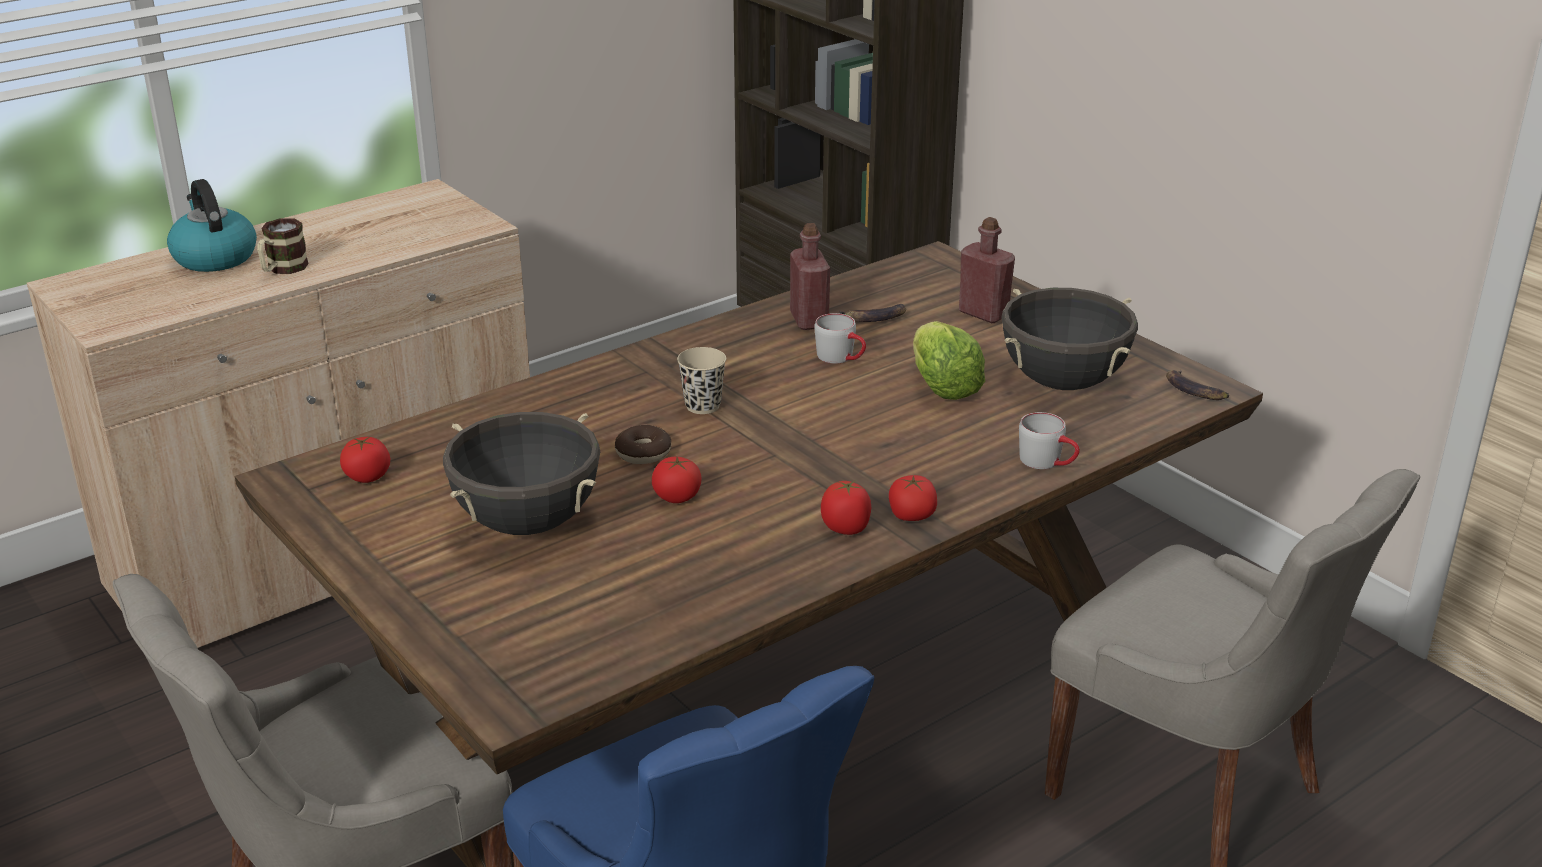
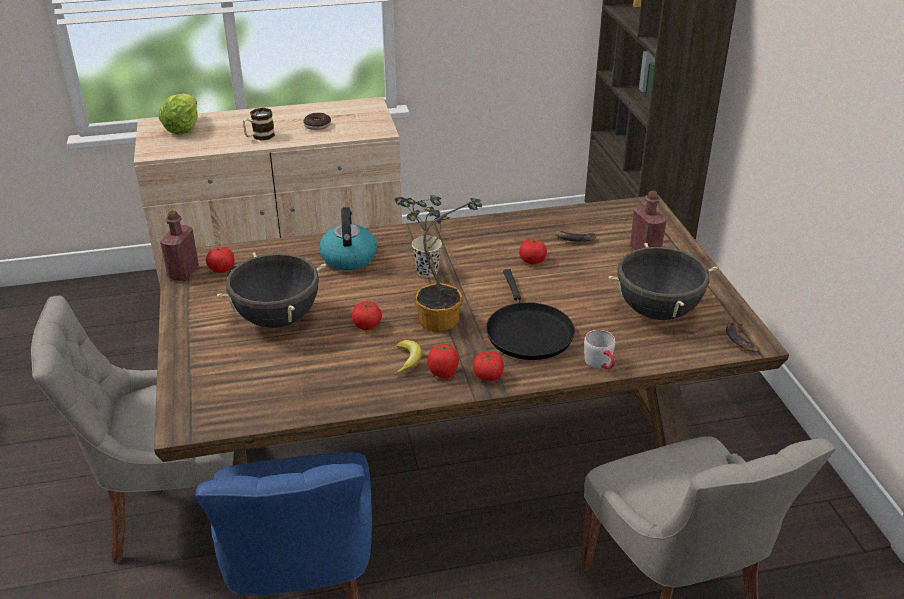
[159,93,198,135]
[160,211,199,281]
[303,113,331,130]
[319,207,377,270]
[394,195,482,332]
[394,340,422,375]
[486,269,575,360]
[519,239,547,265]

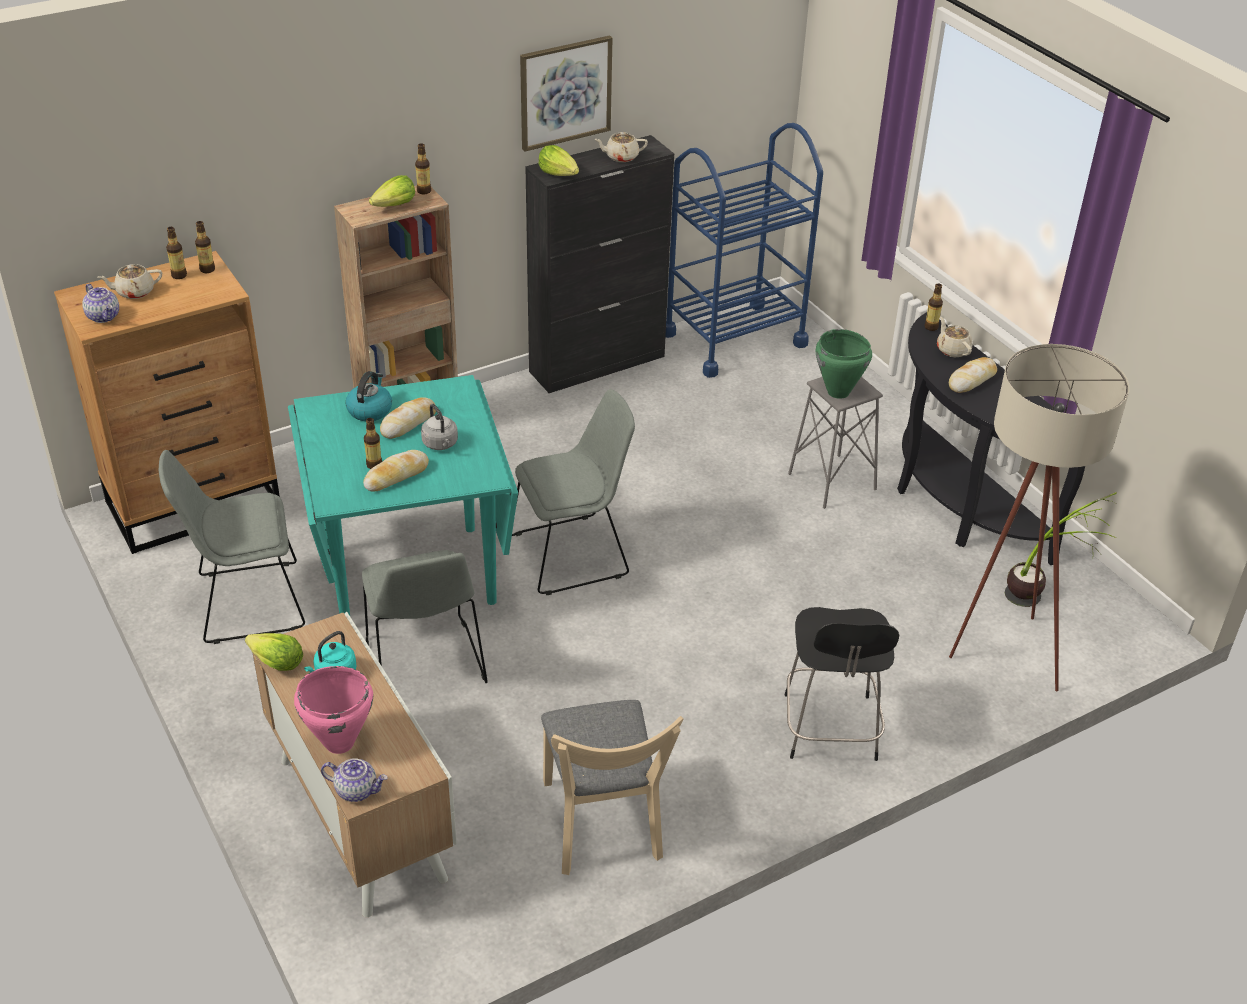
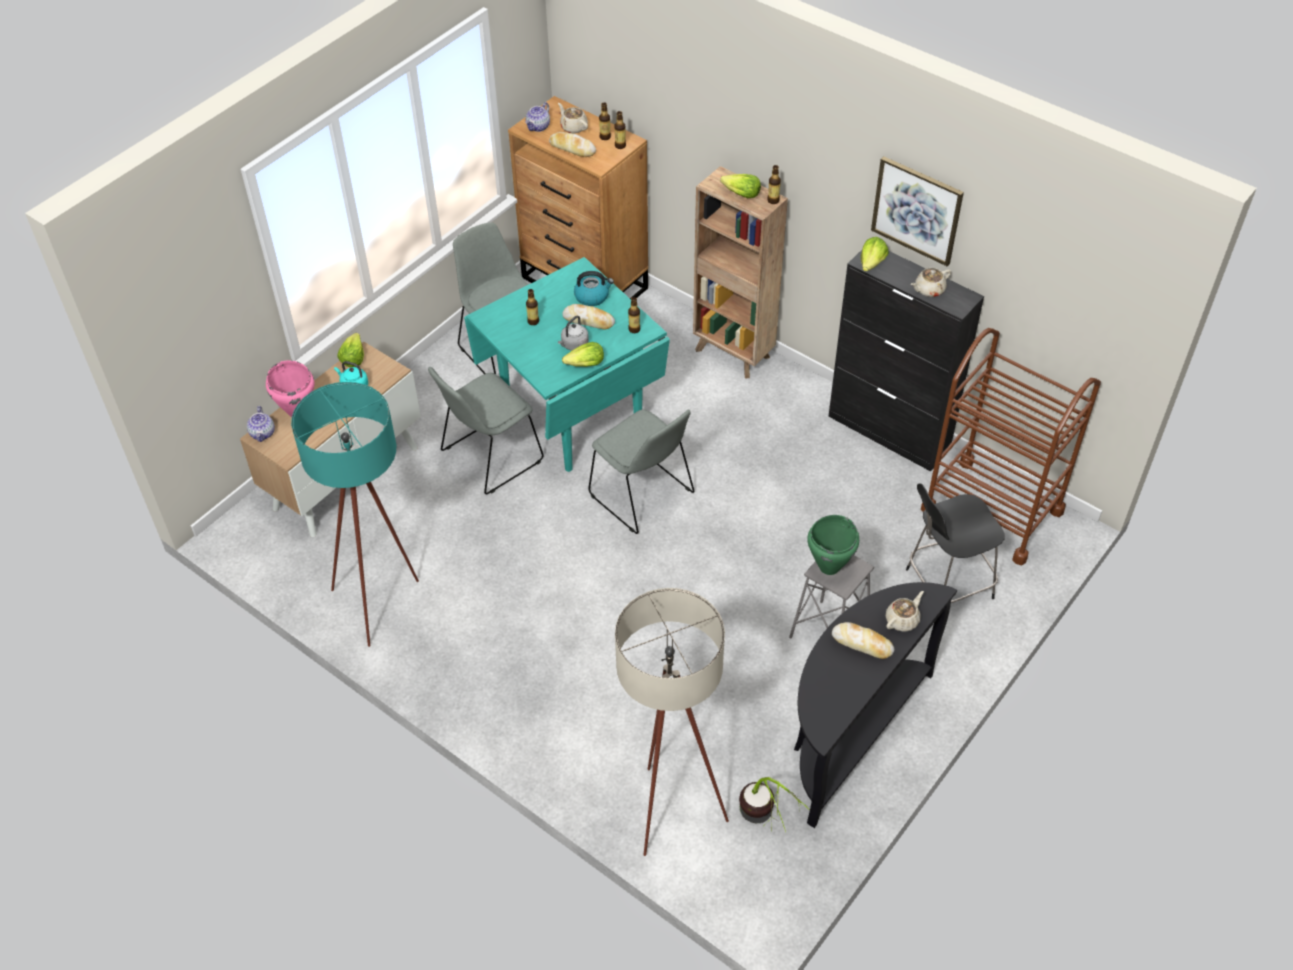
[291,382,419,647]
[549,132,596,157]
[562,342,604,367]
[628,297,640,333]
[906,484,1005,603]
[911,268,951,297]
[921,328,1101,565]

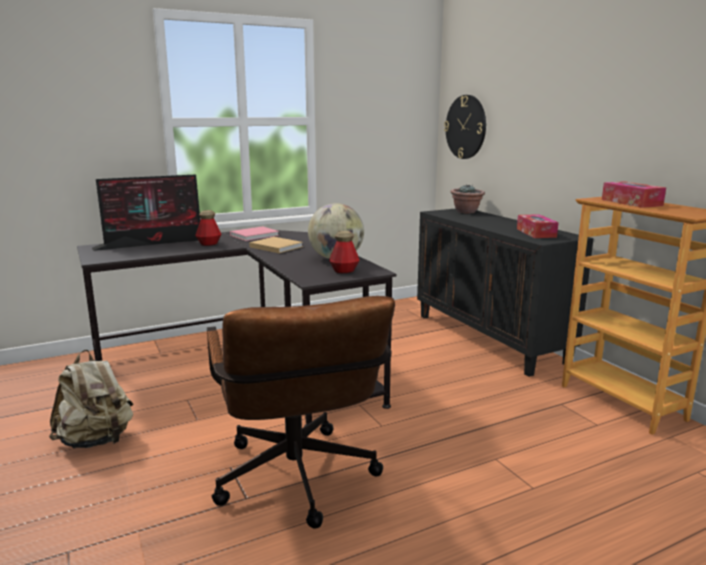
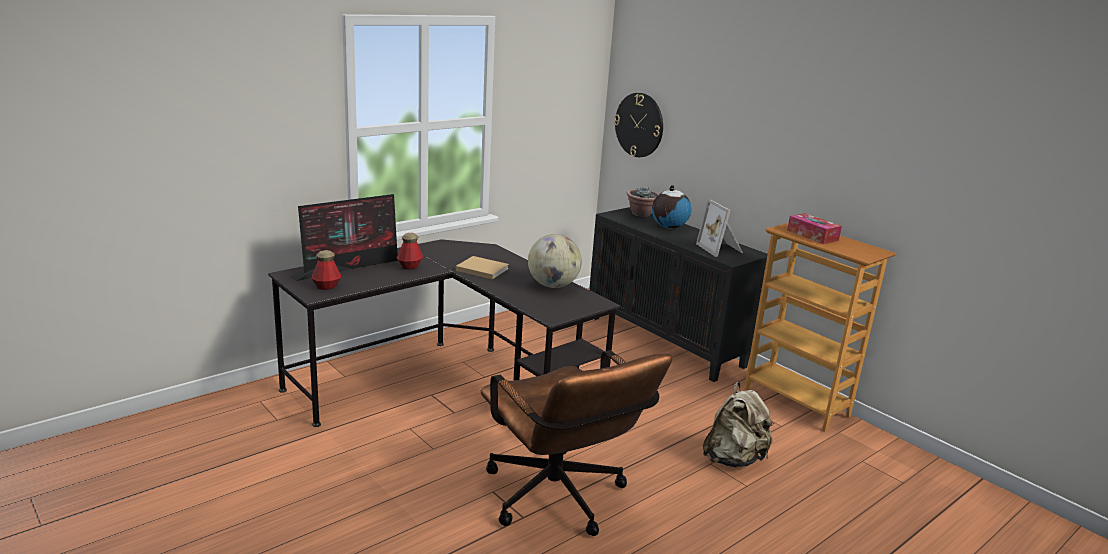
[312,250,341,290]
[652,185,691,229]
[696,199,743,257]
[703,382,775,467]
[230,226,279,241] (first image)

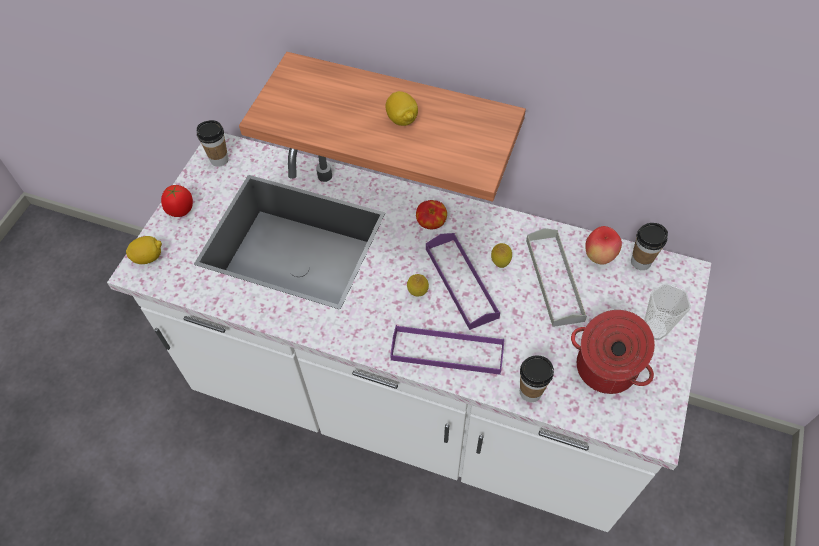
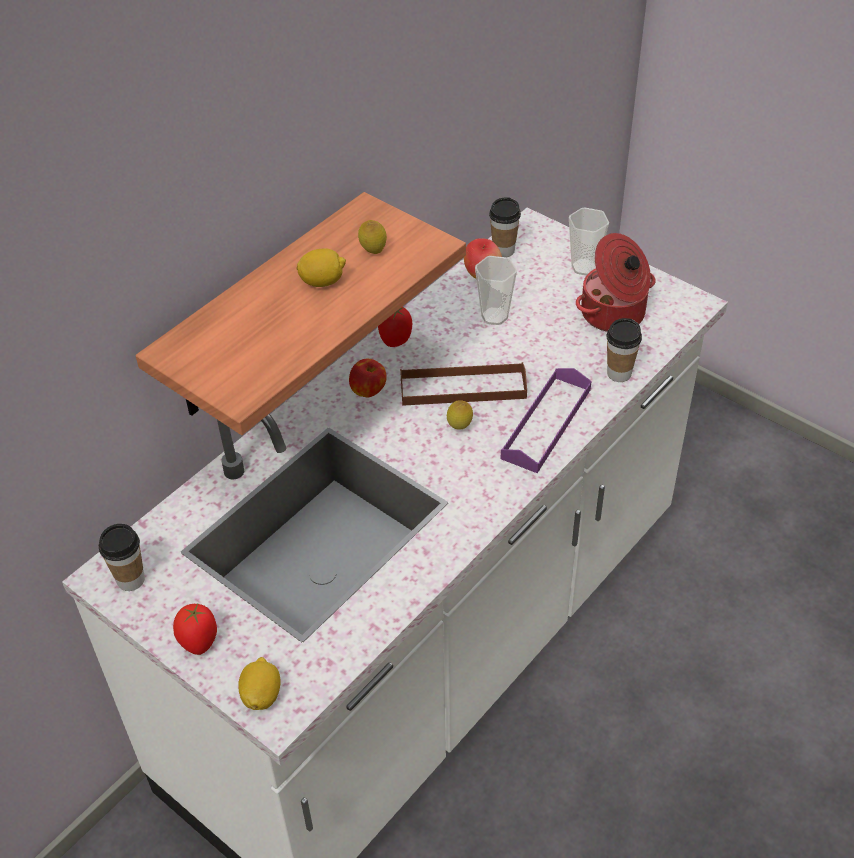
[358,220,387,254]
[378,307,412,347]
[400,362,527,406]
[475,256,517,325]

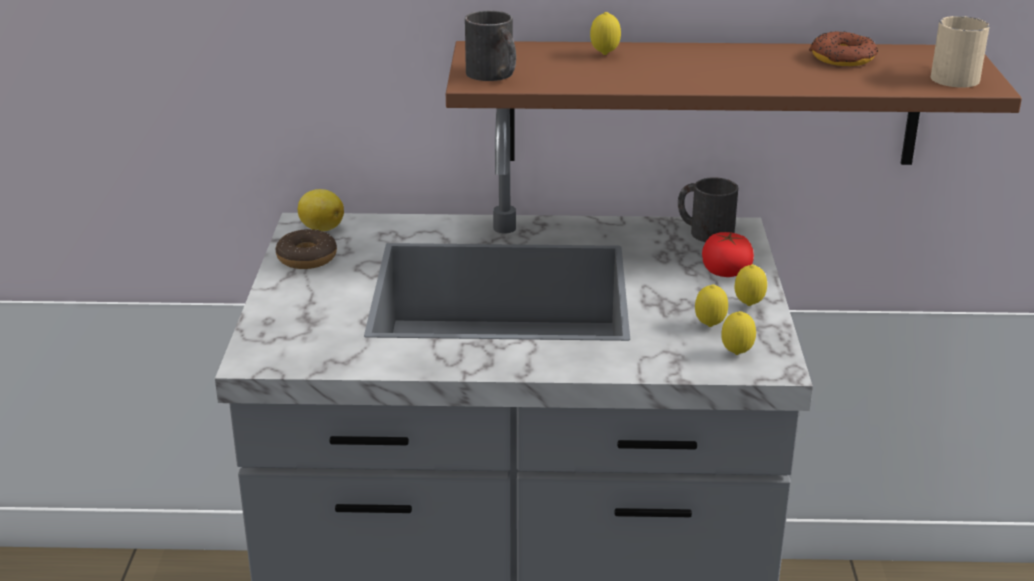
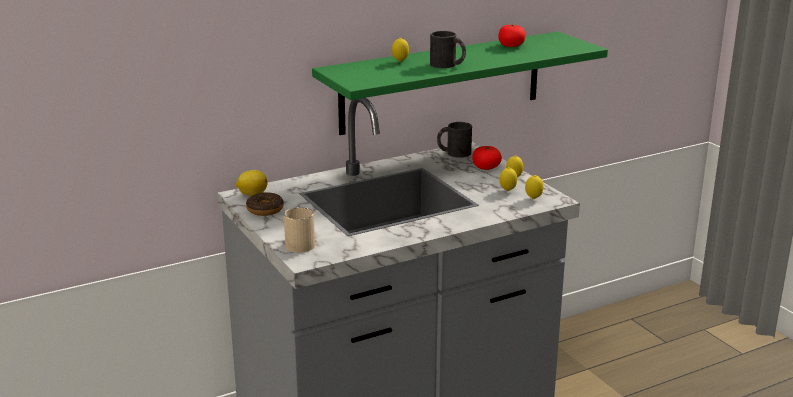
[284,207,315,253]
[312,32,608,135]
[430,31,466,68]
[499,24,526,47]

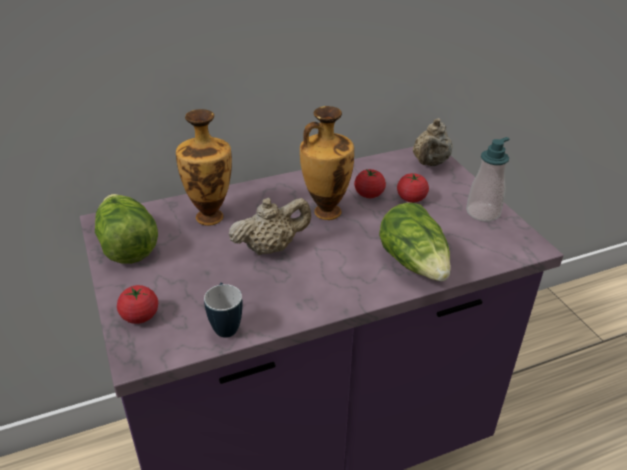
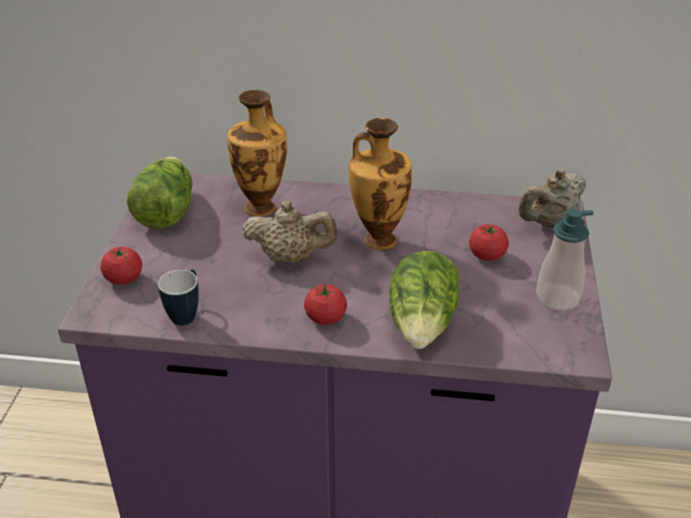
[304,284,347,325]

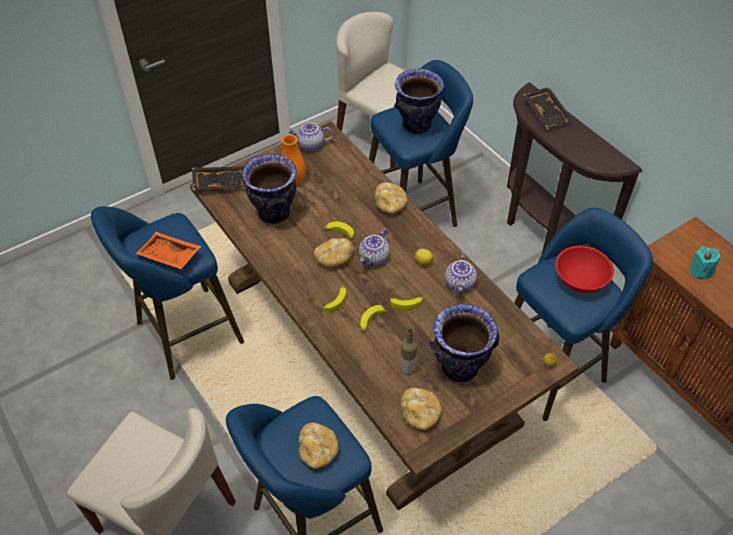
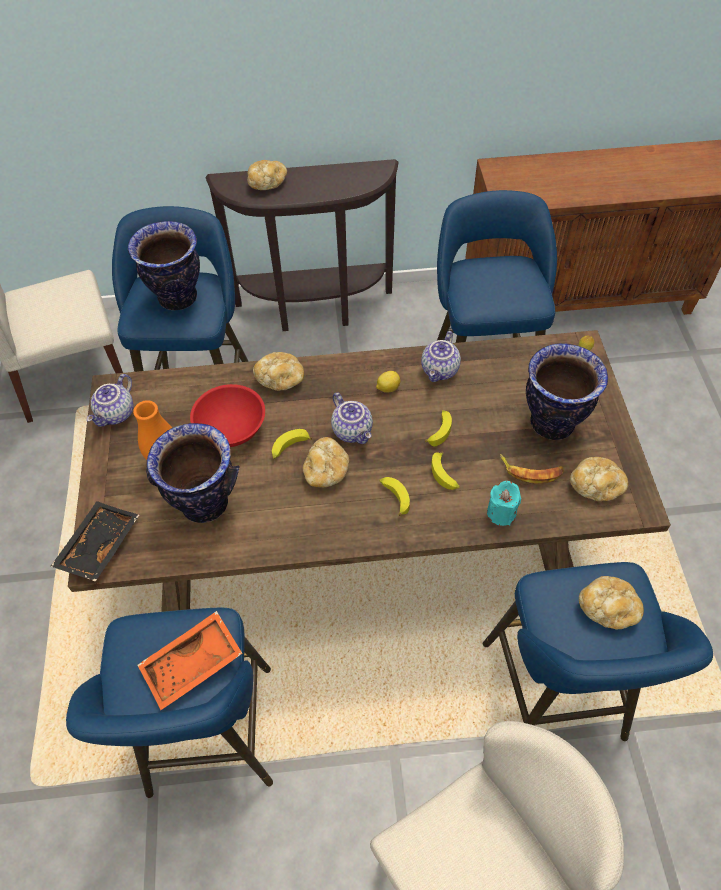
[190,384,265,447]
[247,160,287,190]
[421,331,461,382]
[487,481,521,526]
[500,454,564,484]

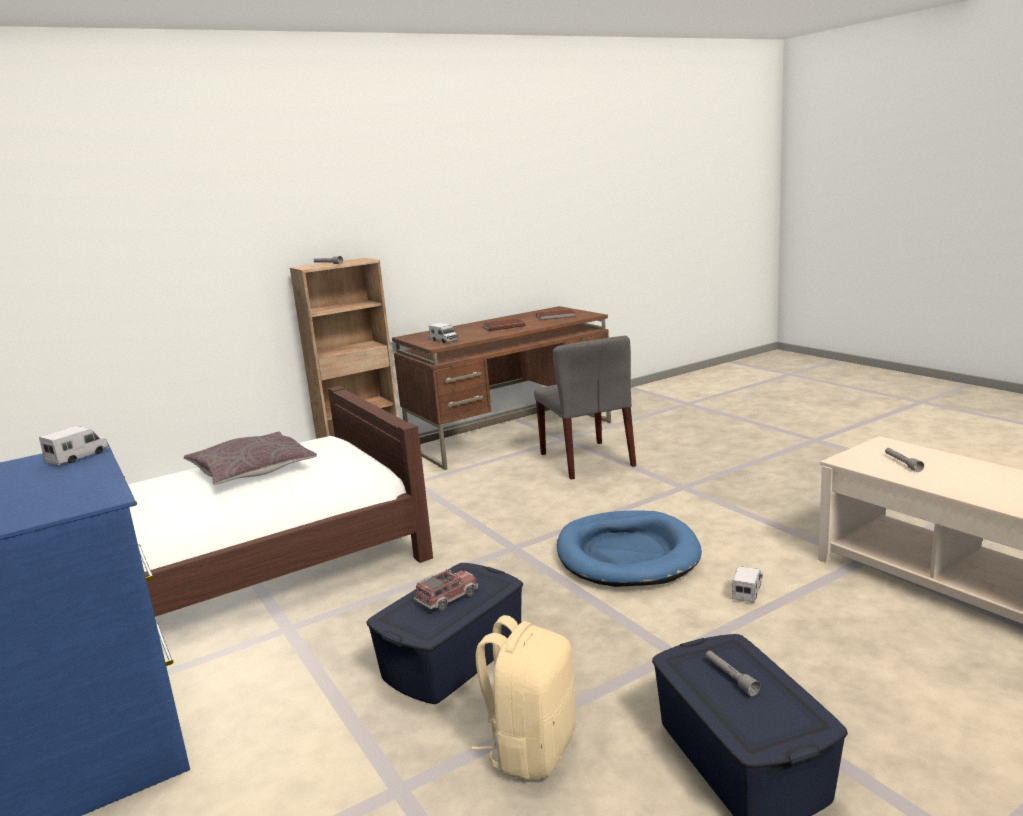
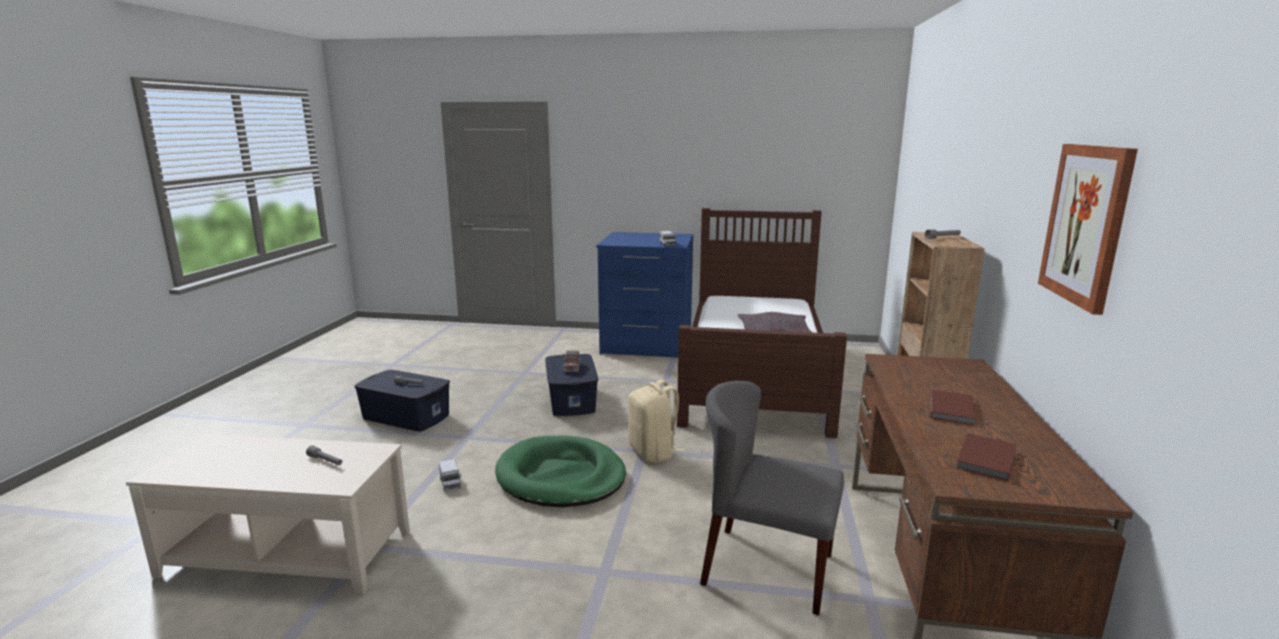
[495,435,626,507]
[628,380,685,463]
[1038,144,1138,315]
[429,323,458,343] (first image)

